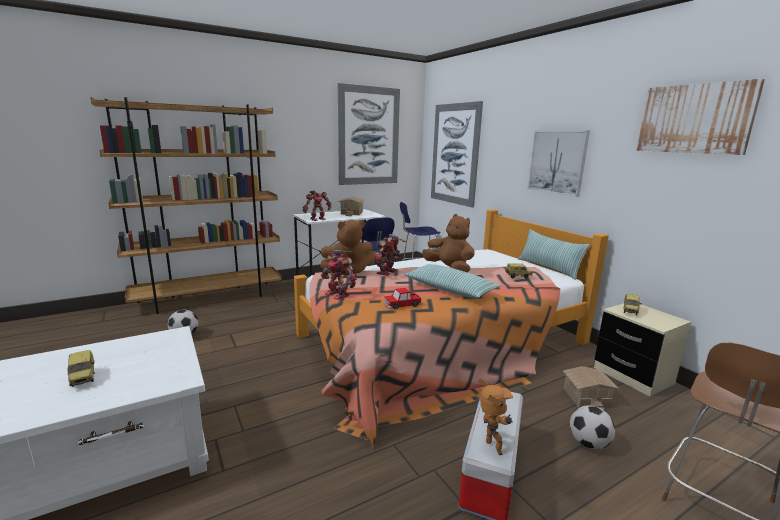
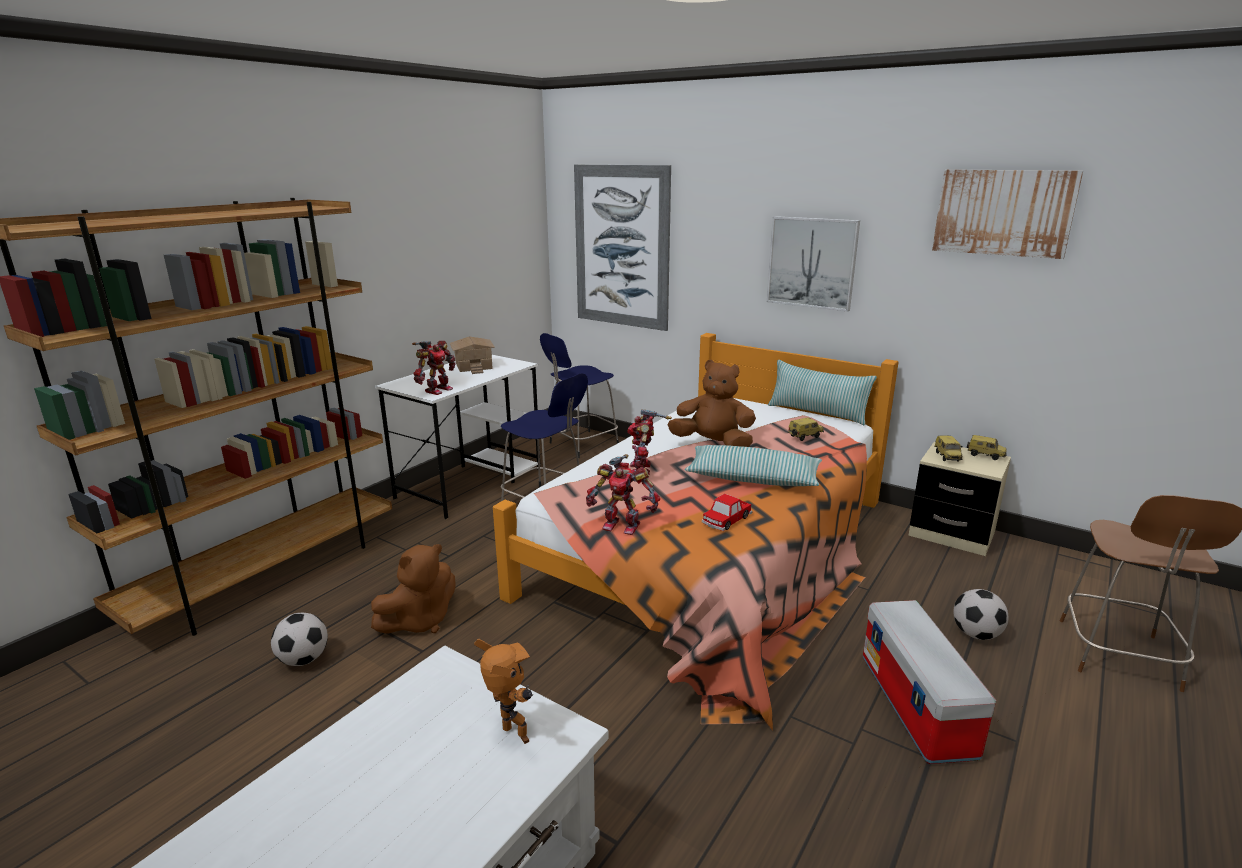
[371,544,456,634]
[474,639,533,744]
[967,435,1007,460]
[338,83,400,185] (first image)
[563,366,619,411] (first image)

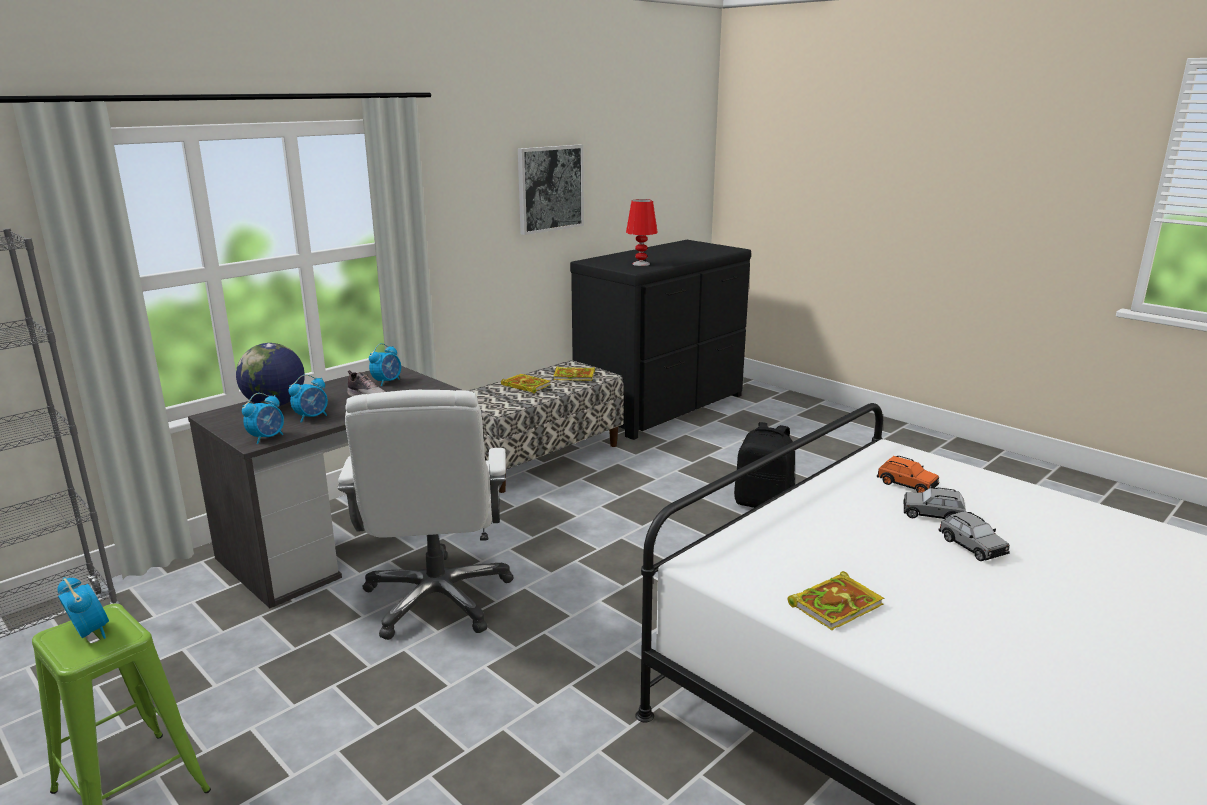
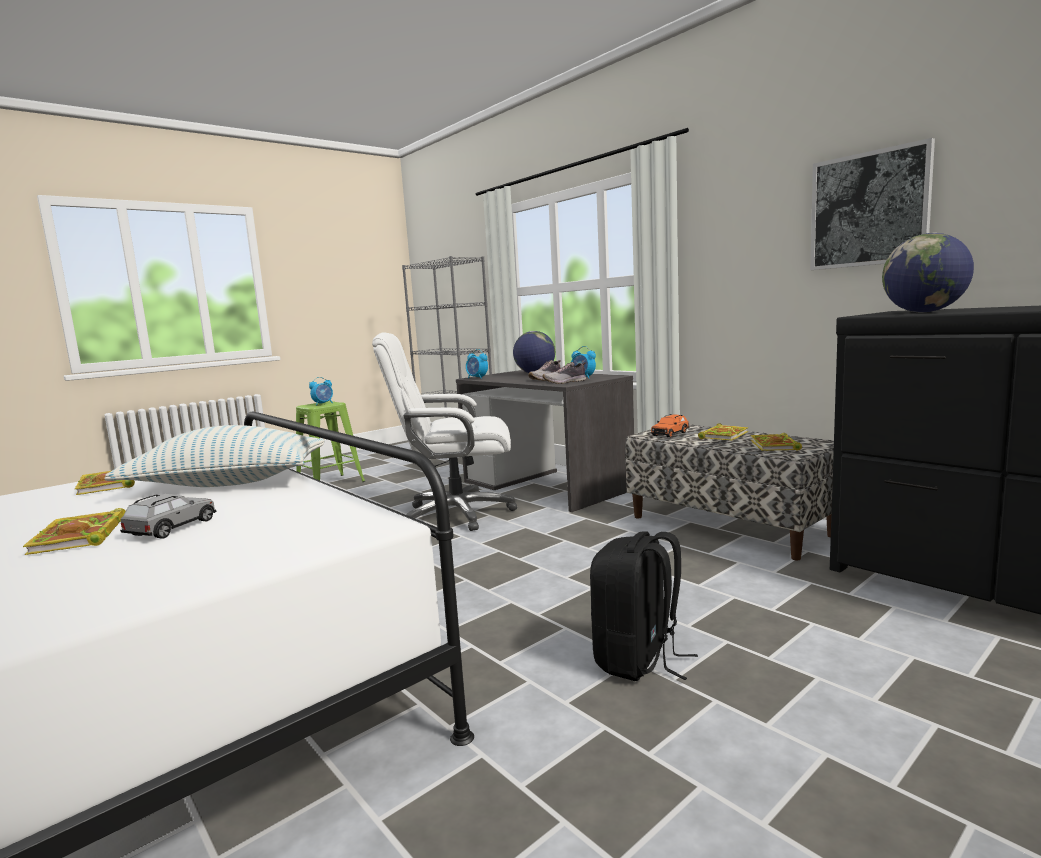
[23,508,126,555]
[104,425,325,487]
[542,362,586,384]
[651,414,690,438]
[882,233,974,312]
[288,375,328,423] (first image)

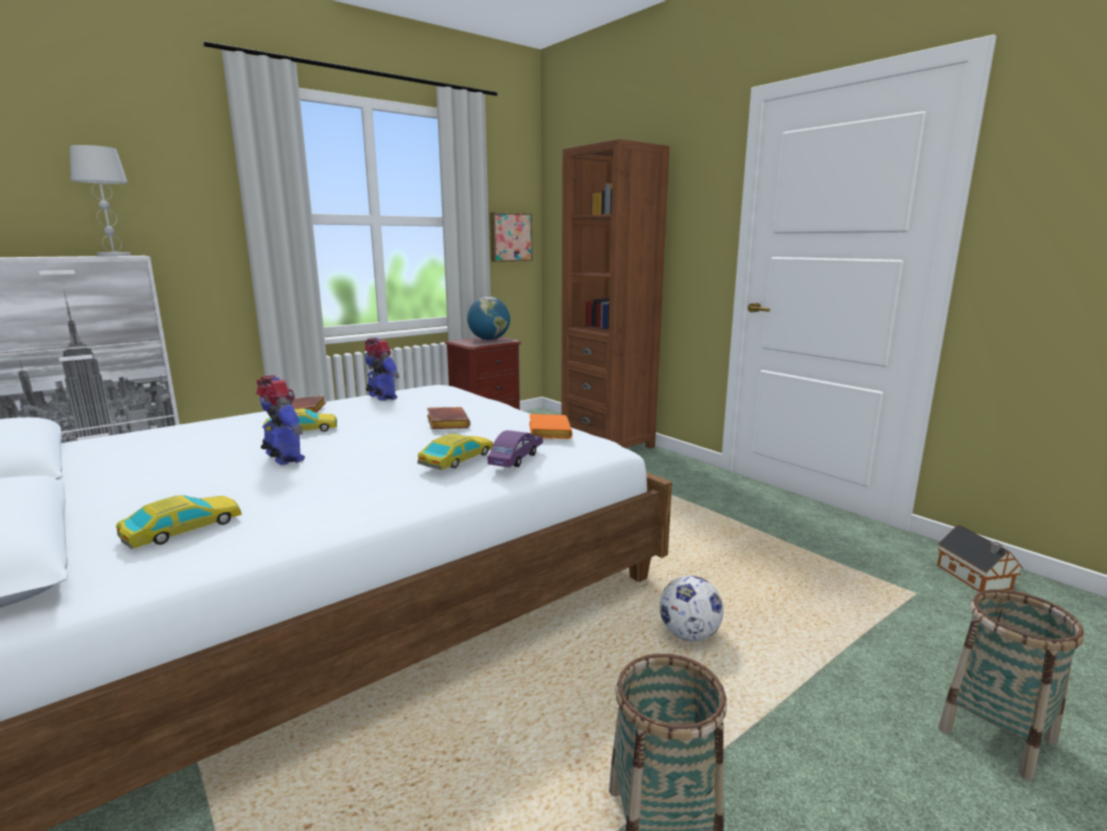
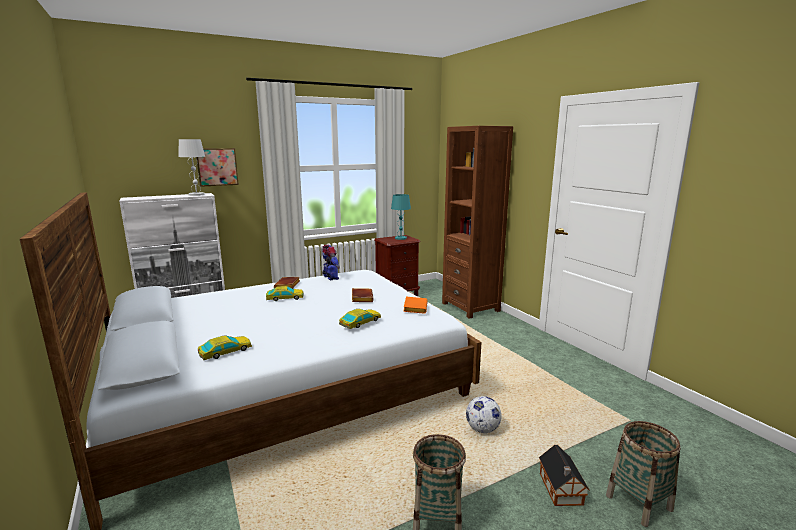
[196,148,239,187]
[391,194,411,240]
[539,445,590,506]
[256,375,305,465] (first image)
[488,430,543,468] (first image)

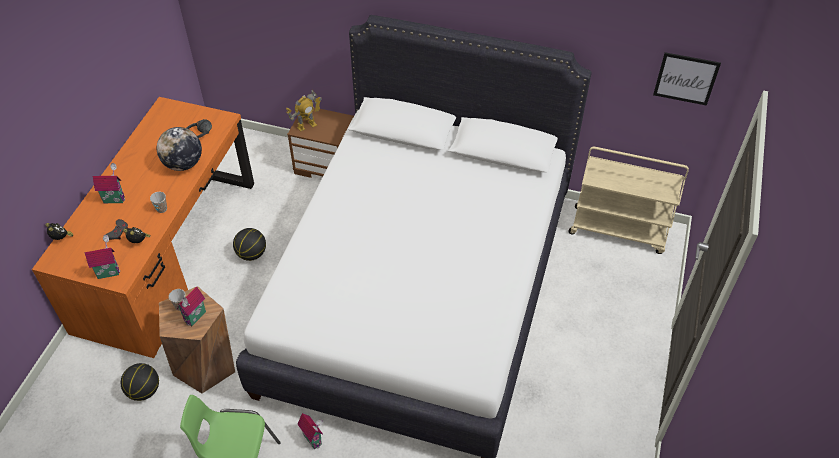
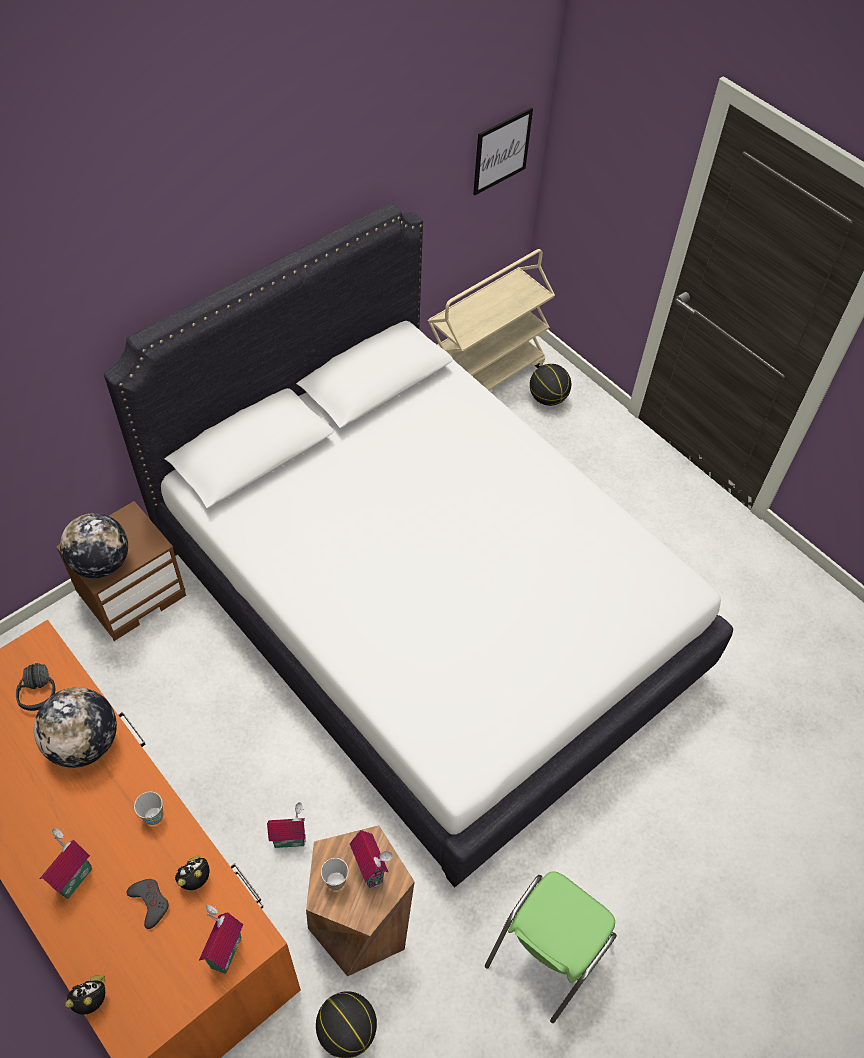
[60,513,128,578]
[267,802,306,848]
[530,364,571,406]

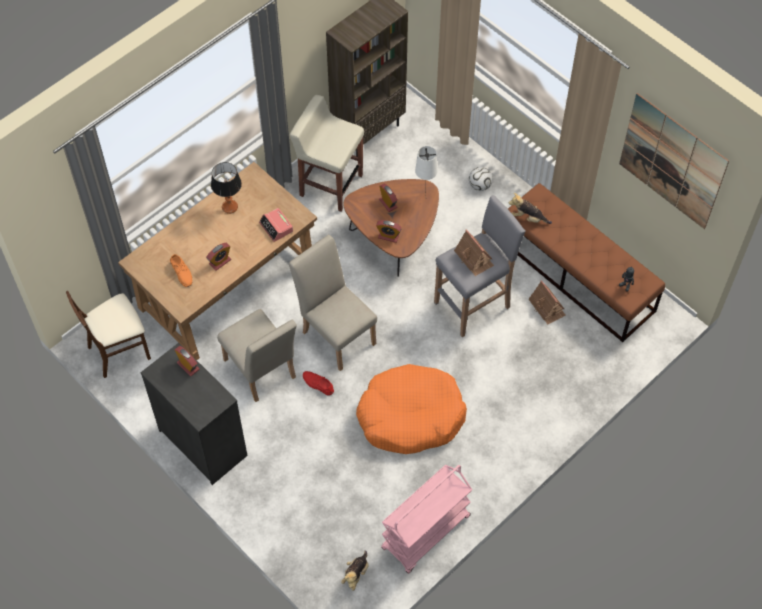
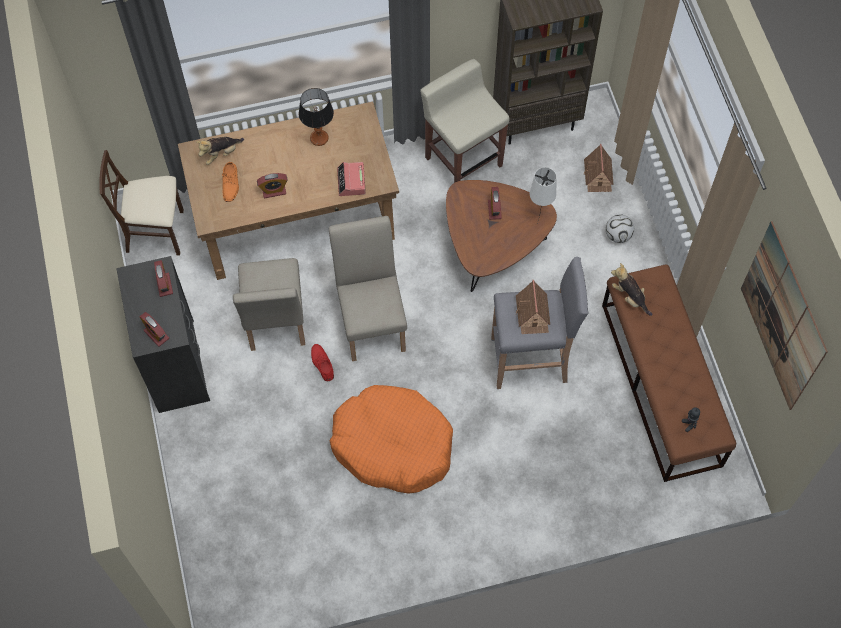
[140,312,169,347]
[196,137,244,165]
[583,144,614,192]
[381,465,472,574] (first image)

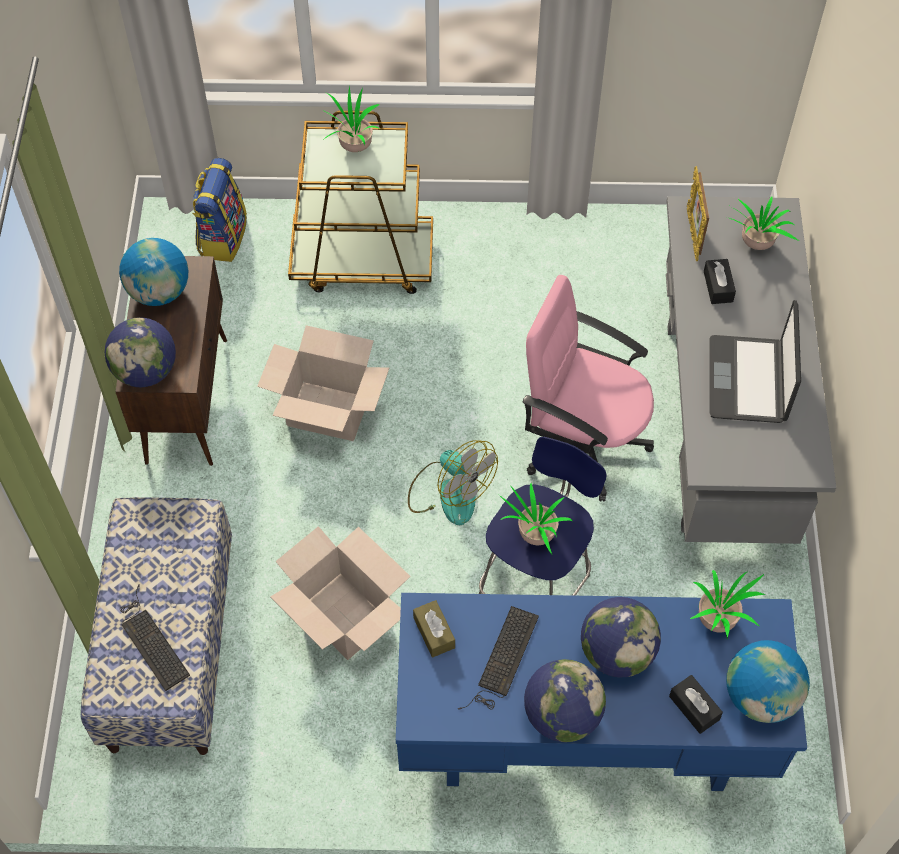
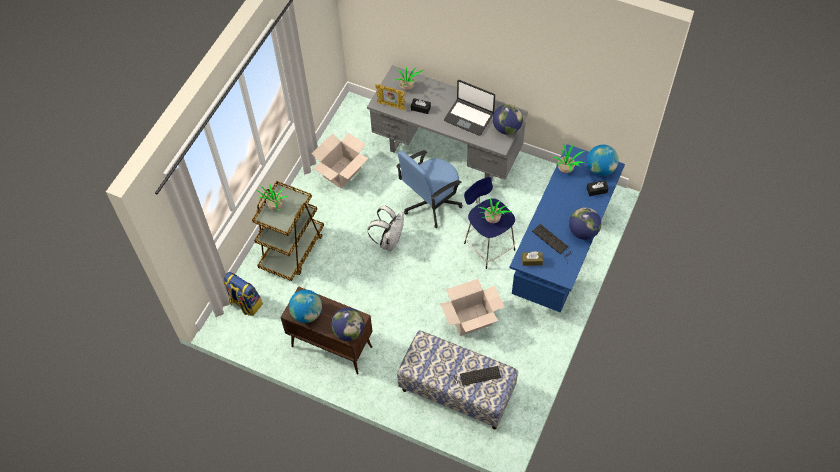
[312,133,369,189]
[367,206,404,251]
[396,150,463,228]
[493,104,523,135]
[408,440,498,525] (first image)

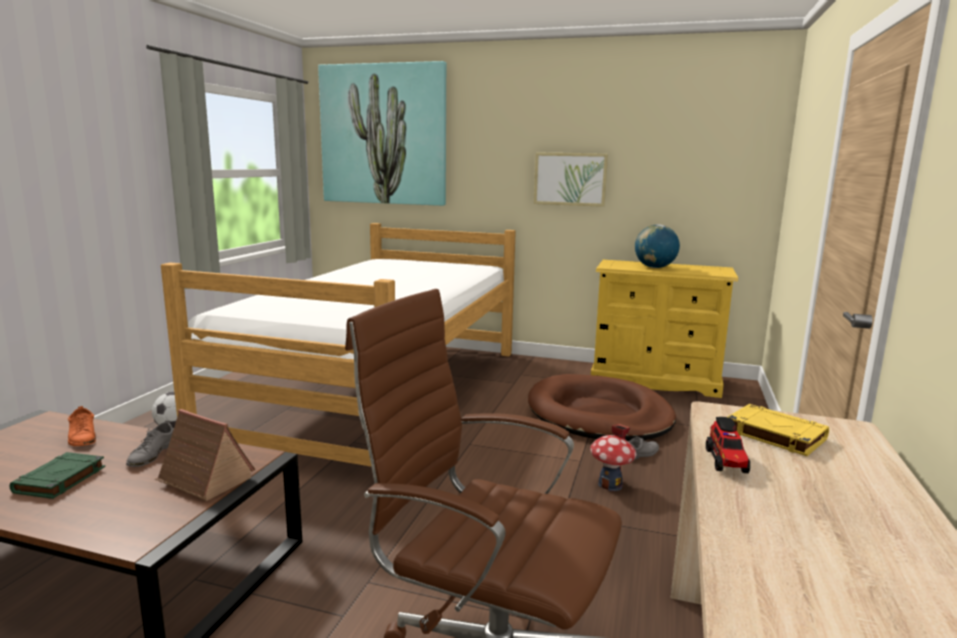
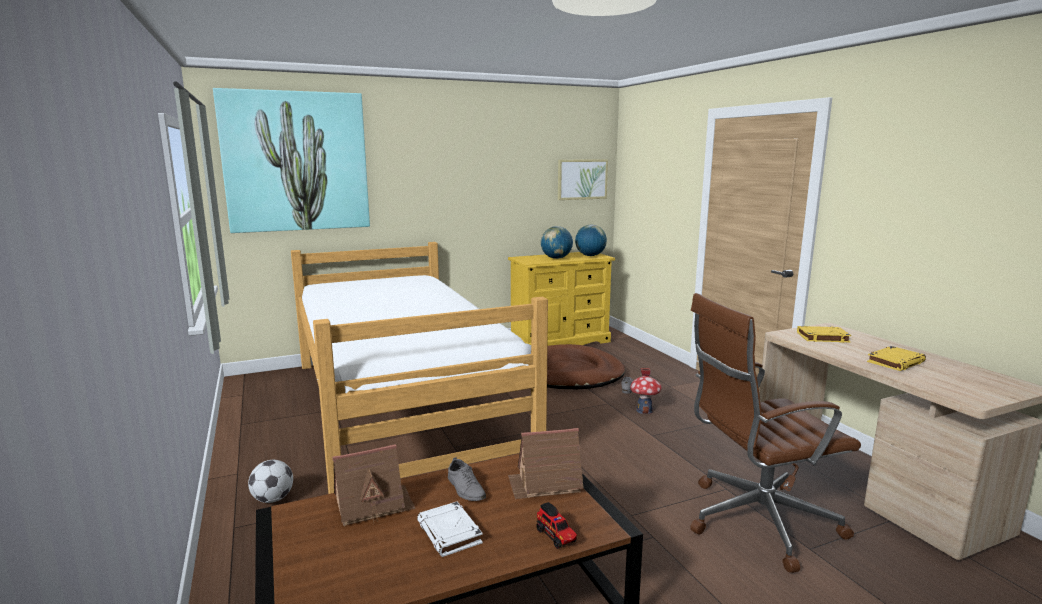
[332,444,415,526]
[417,502,483,557]
[536,502,577,549]
[558,159,608,200]
[575,225,607,256]
[867,346,926,371]

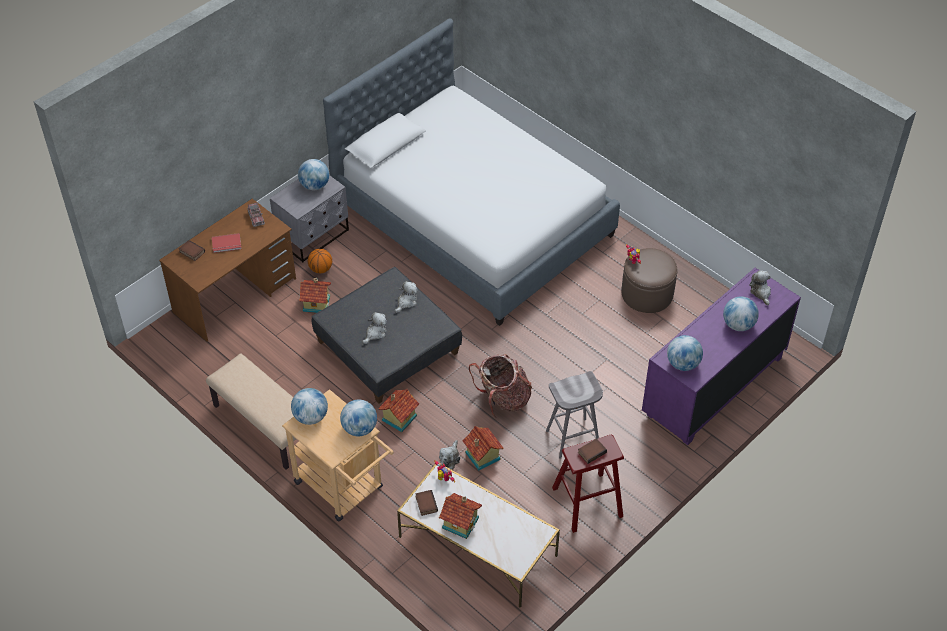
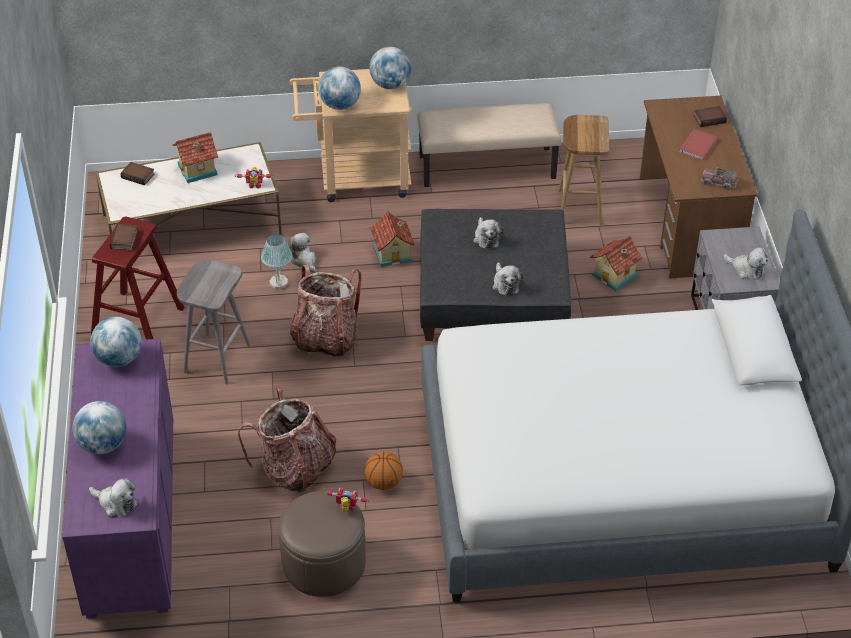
[121,162,154,185]
[238,386,337,492]
[261,234,293,289]
[365,451,403,490]
[558,115,609,227]
[723,247,768,280]

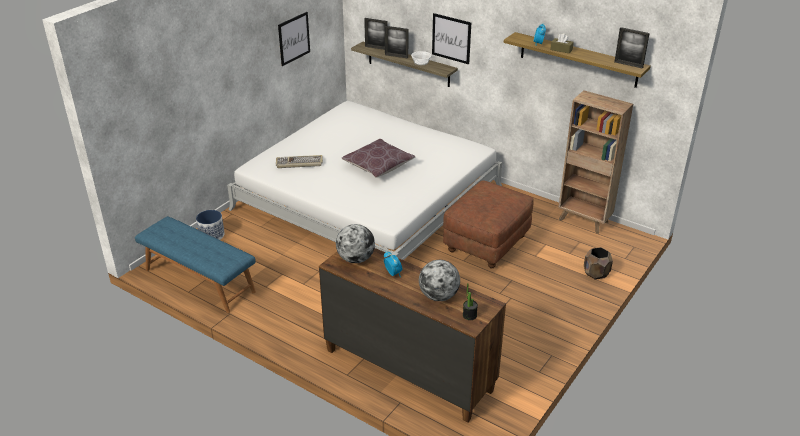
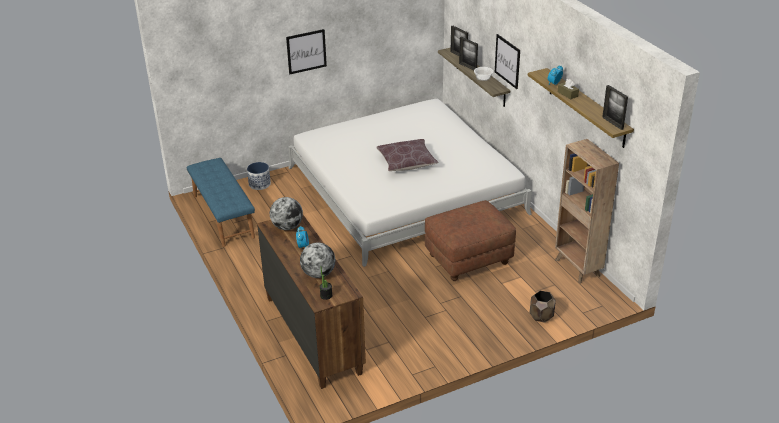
[286,29,327,74]
[276,155,323,168] (first image)

